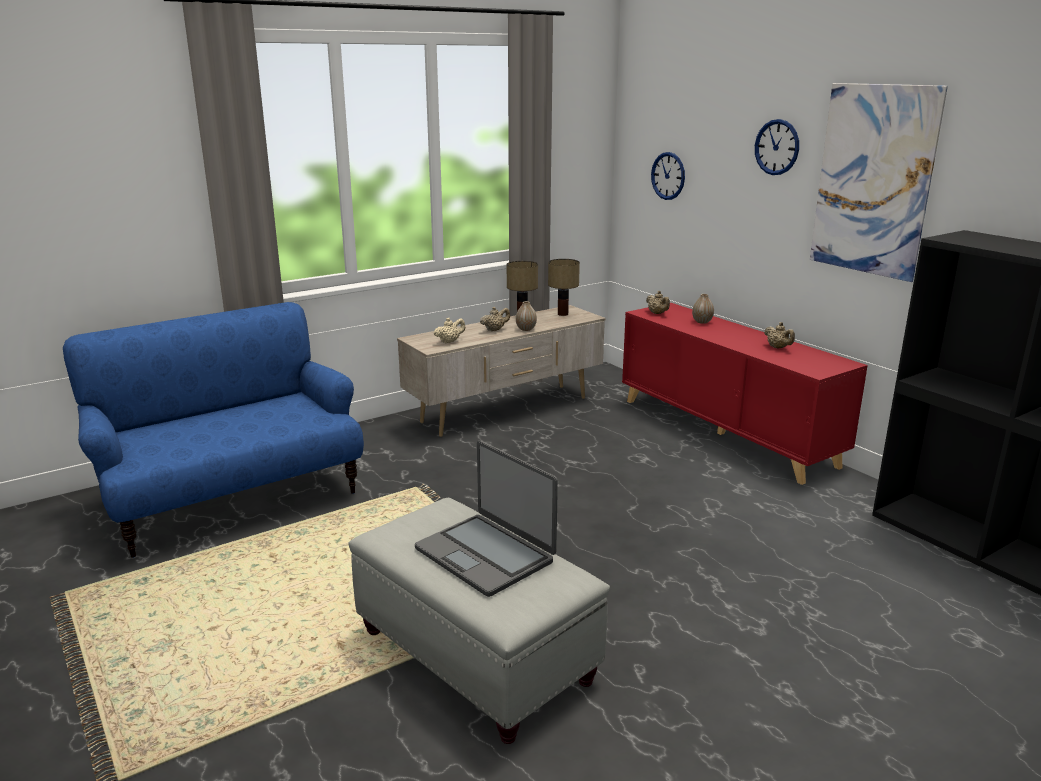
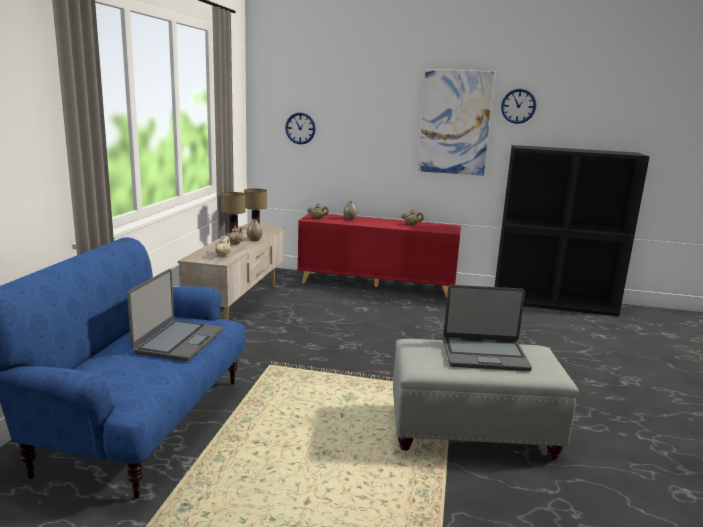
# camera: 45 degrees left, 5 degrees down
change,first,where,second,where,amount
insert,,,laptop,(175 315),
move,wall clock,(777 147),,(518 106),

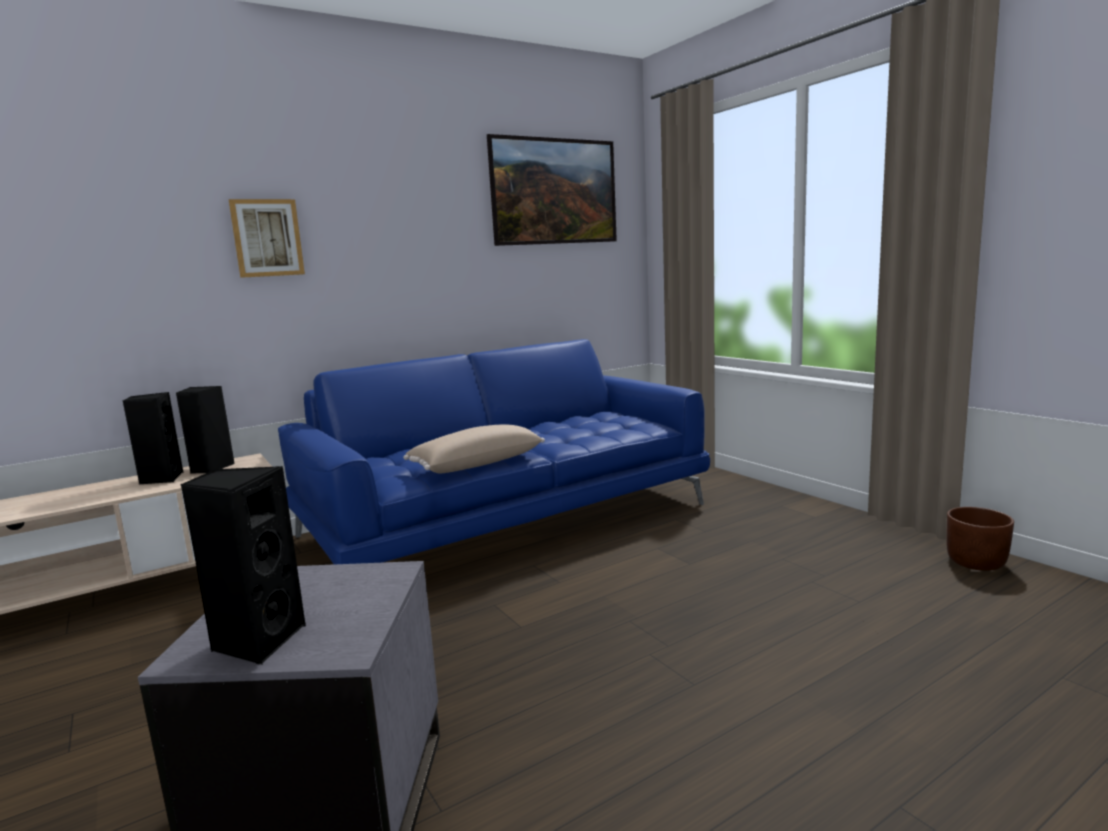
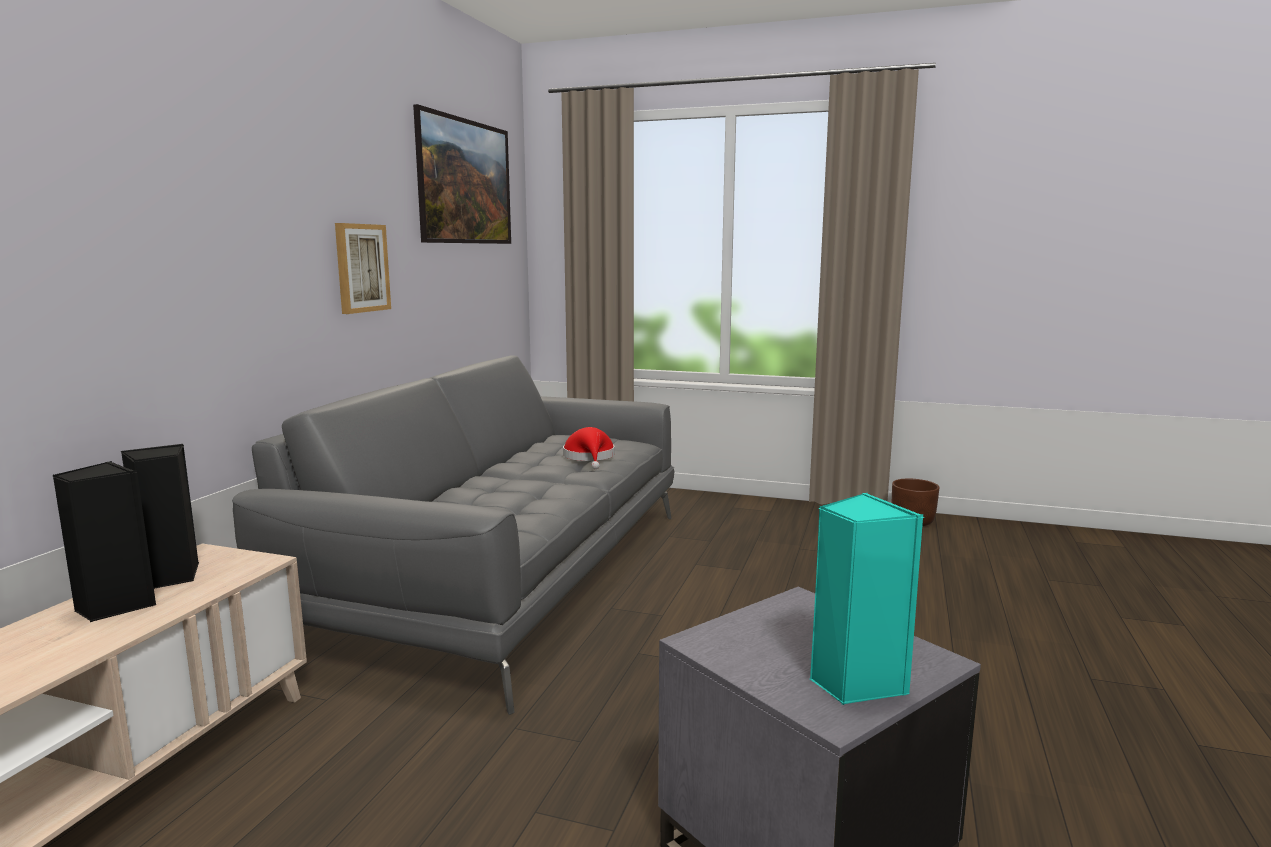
# camera: 40 degrees left, 0 degrees up
change,first,where,second,where,amount
delete,beige pillow,(474 449),,,
insert,,,red hat,(589 448),
move,picture,(267 238),,(363 268),
recolor,black speaker,(243 565),turquoise speaker,(867 599),
recolor,blue sofa,(494 451),grey sofa,(453 535),

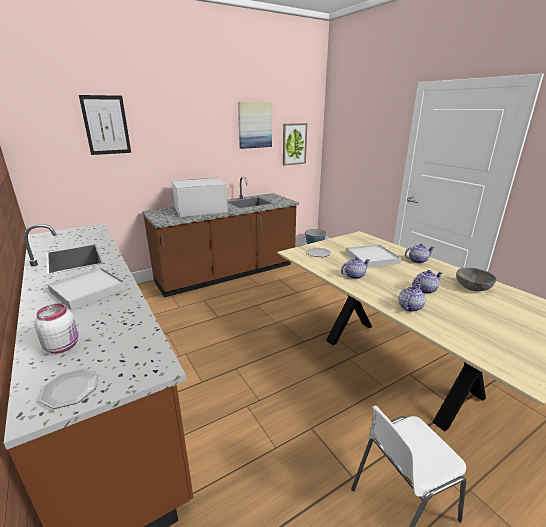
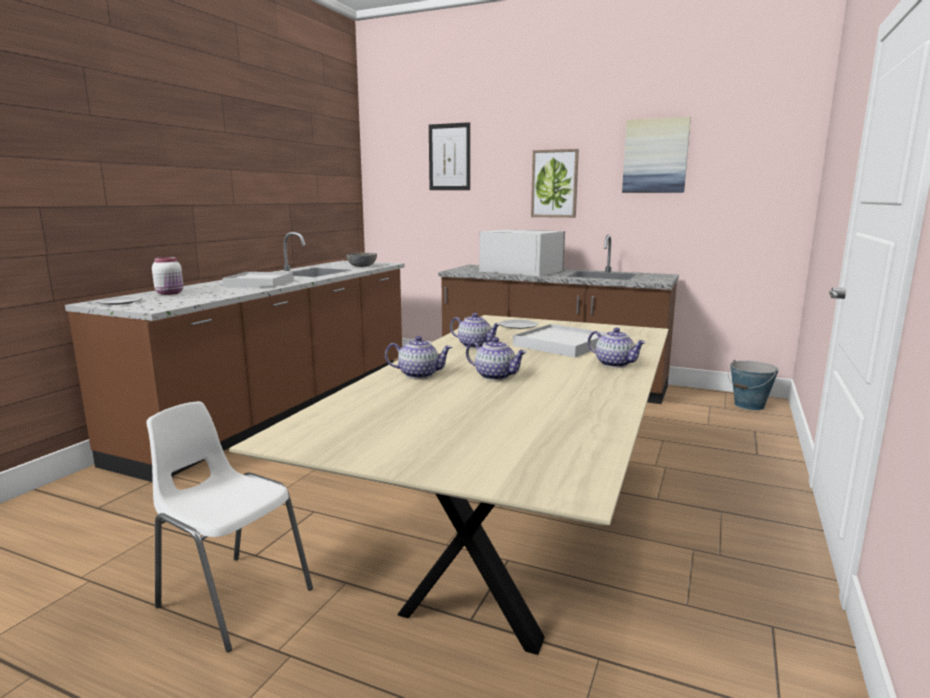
# camera: 55 degrees right, 10 degrees down
change,first,where,second,where,amount
move,picture,(295 144),,(555 183),
move,grey bowl,(476 279),,(361 260),

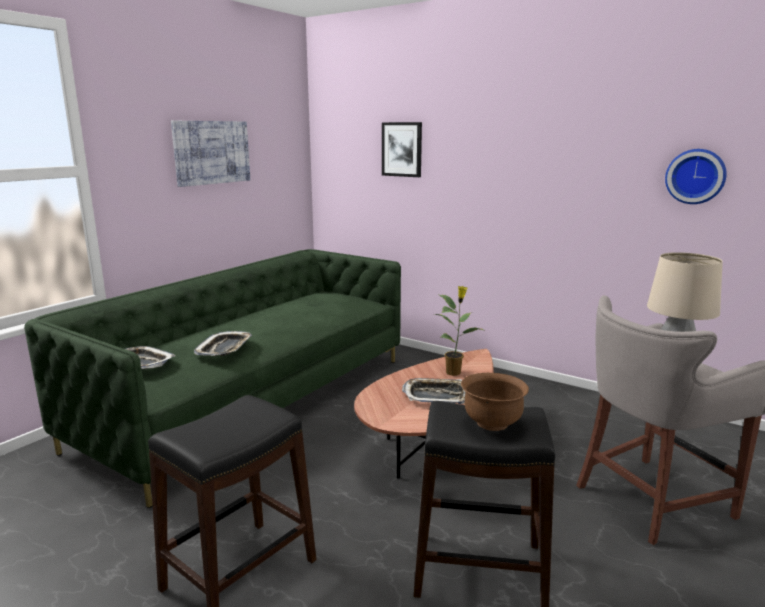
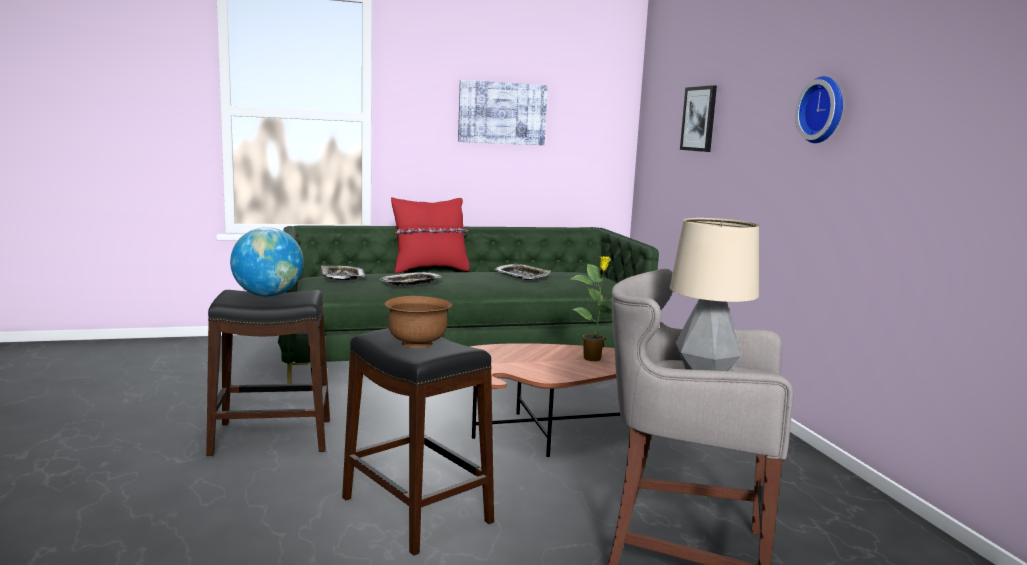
# camera: 40 degrees right, 5 degrees down
change,first,where,second,where,amount
insert,,,globe,(267 262),
insert,,,red pillow,(430 235),
move,tray,(434 391),,(523 272),
move,wall clock,(696 176),,(819 109),

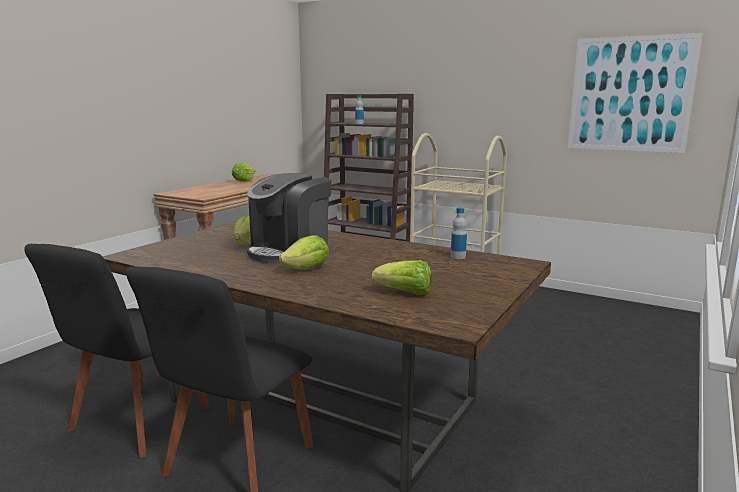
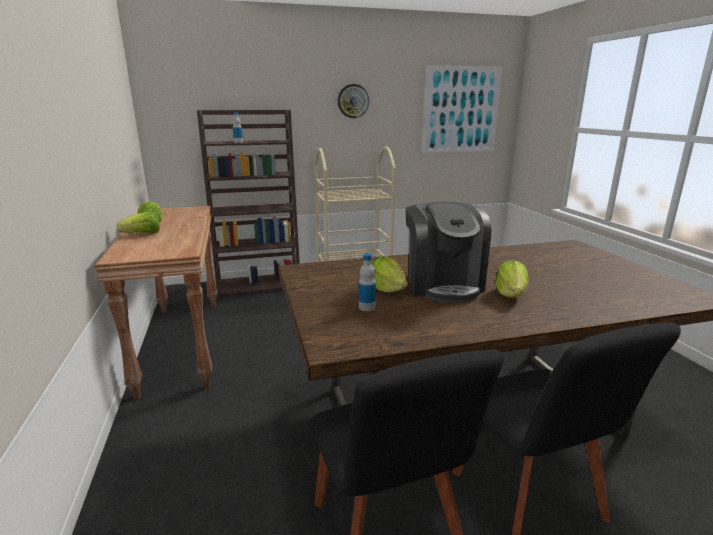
# camera: 45 degrees left, 5 degrees up
change,first,where,second,where,amount
insert,,,wall clock,(353 101),
move,lettuce,(401 277),,(138 222),
move,bottle,(459 233),,(367 282),

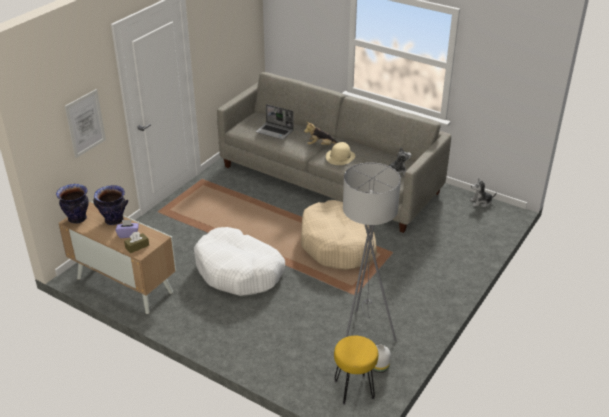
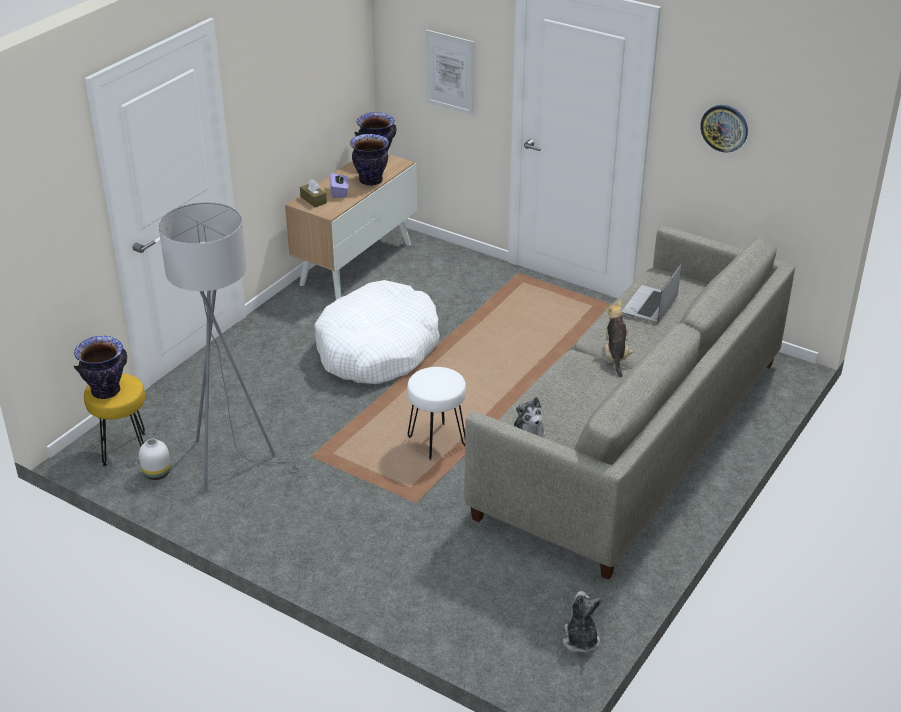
# camera: 90 degrees right, 0 degrees up
change,first,where,second,where,amount
delete,beige hat,(340 153),,,
insert,,,vase,(100 367),
insert,,,wall clock,(724 129),
replace,beige dog bed,(339 235),white stool,(436 413),

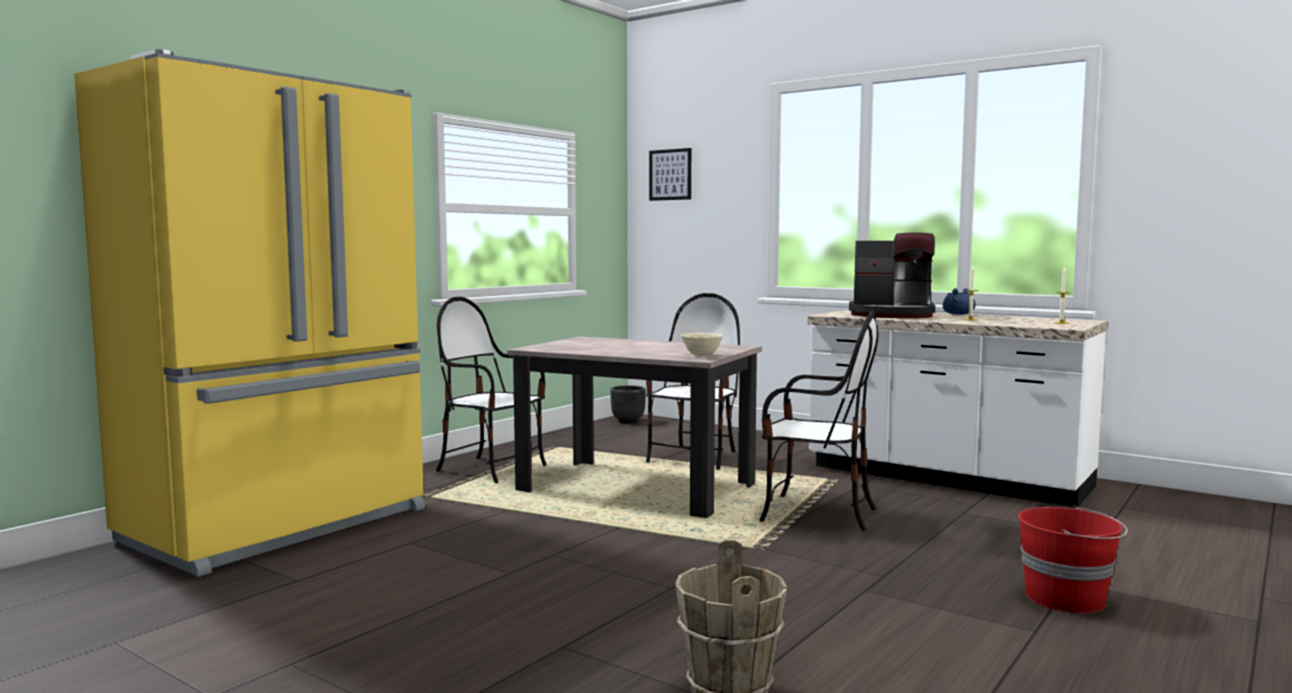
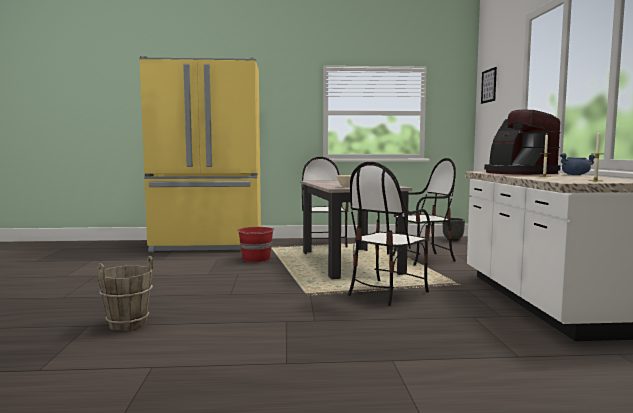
# camera: 50 degrees right, 0 degrees up
change,first,where,second,where,amount
move,red bucket,(1073 559),,(256 244),
rotate,chair,(818 421),,(389 234),60 degrees clockwise

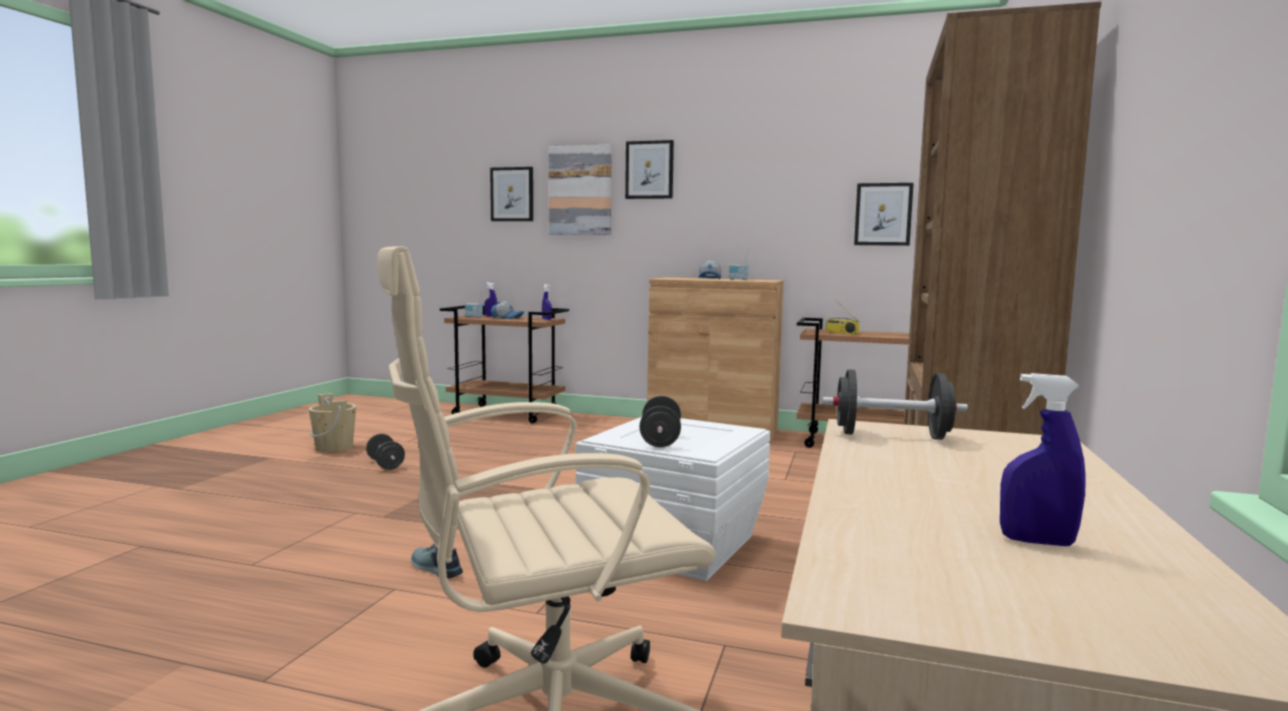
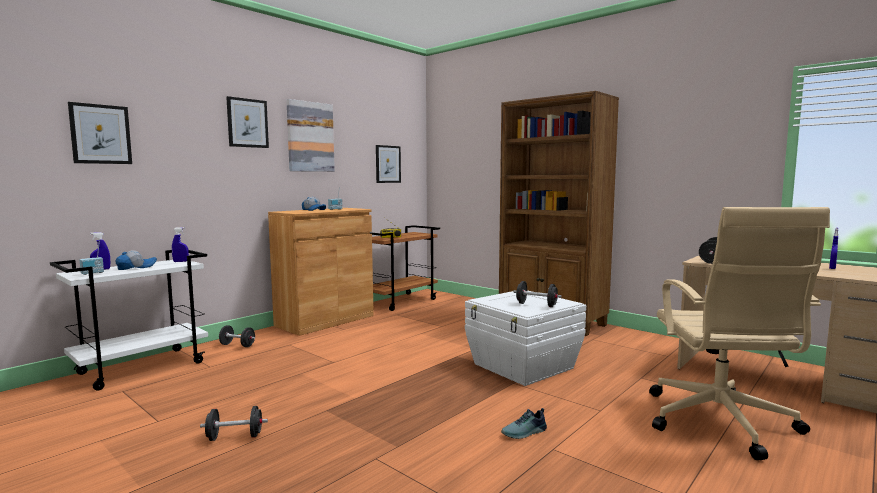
# camera: 65 degrees left, 0 degrees up
change,first,where,second,where,amount
delete,beige bucket,(332 422),,,
insert,,,black dumbbell,(237 336),
move,picture,(580 190),,(310 135),
recolor,brown cart,(504 365),white cart,(129 320),

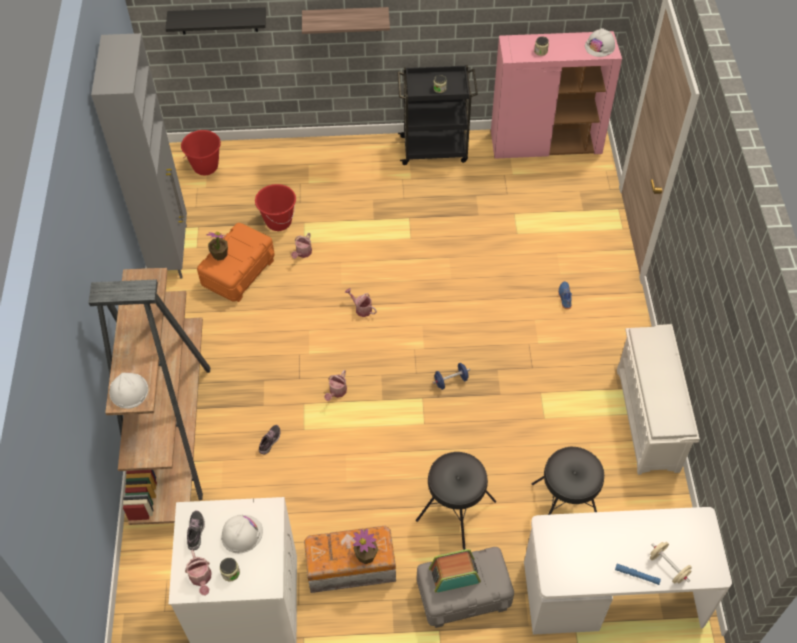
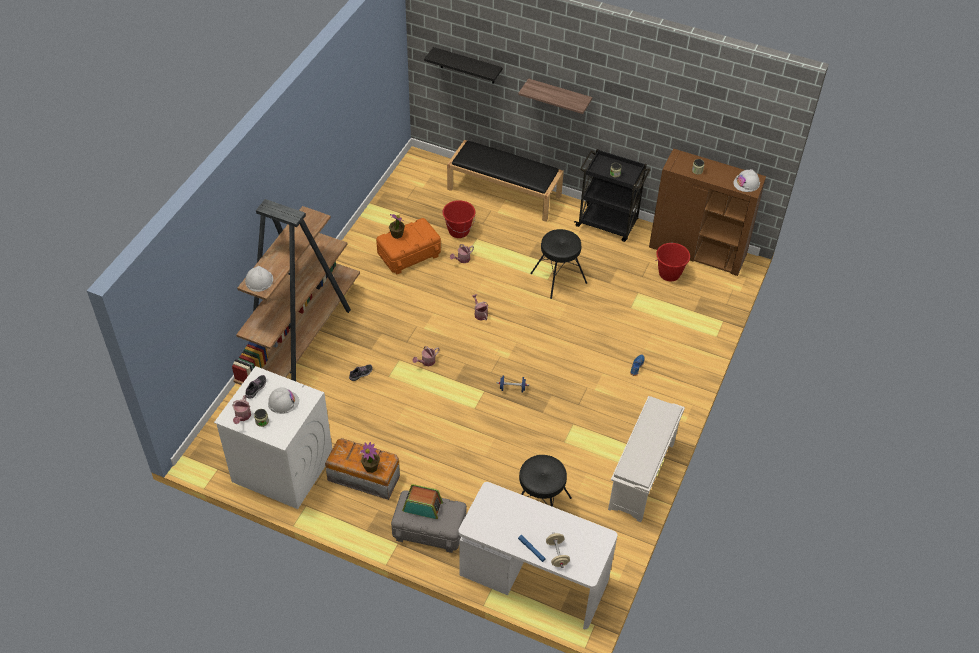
# camera: 25 degrees right, 5 degrees down
change,first,where,second,where,amount
delete,grey cabinet,(139 155),,,
insert,,,black bench,(505 181),
move,red bucket,(201 152),,(672 262),
move,black stool,(456 501),,(558 264),
recolor,pink cabinet,(556 95),brown cabinet,(707 212),

